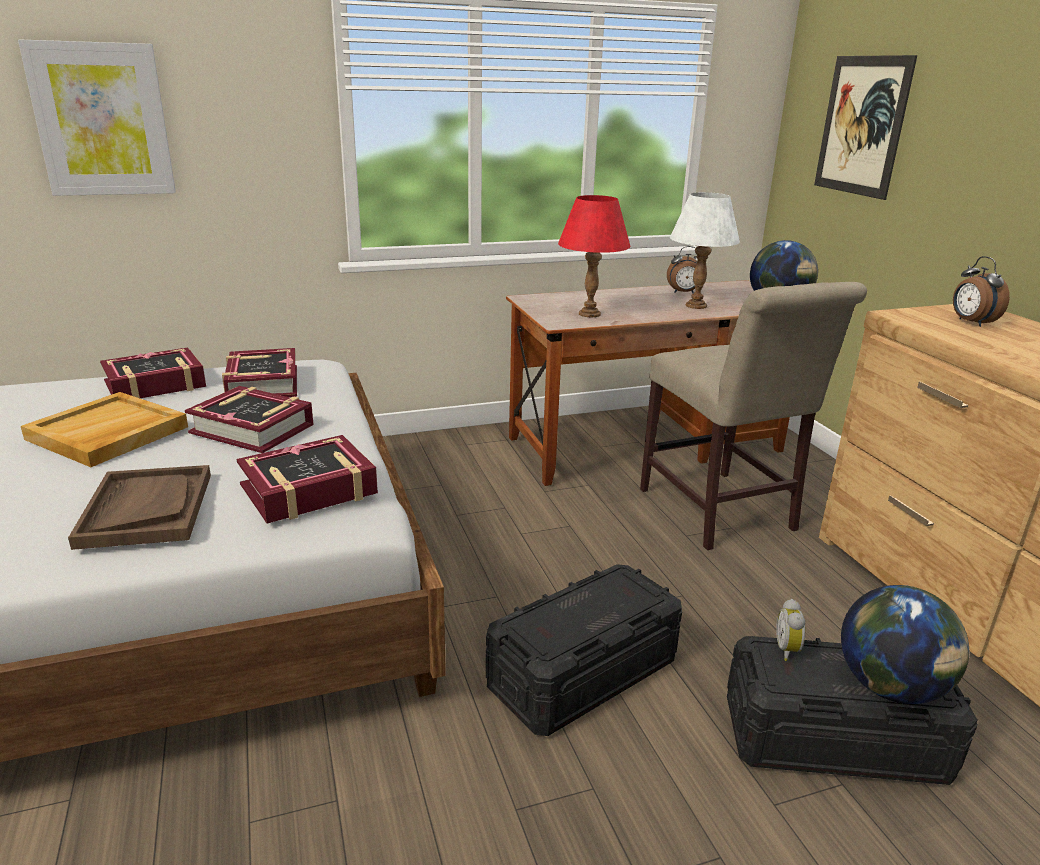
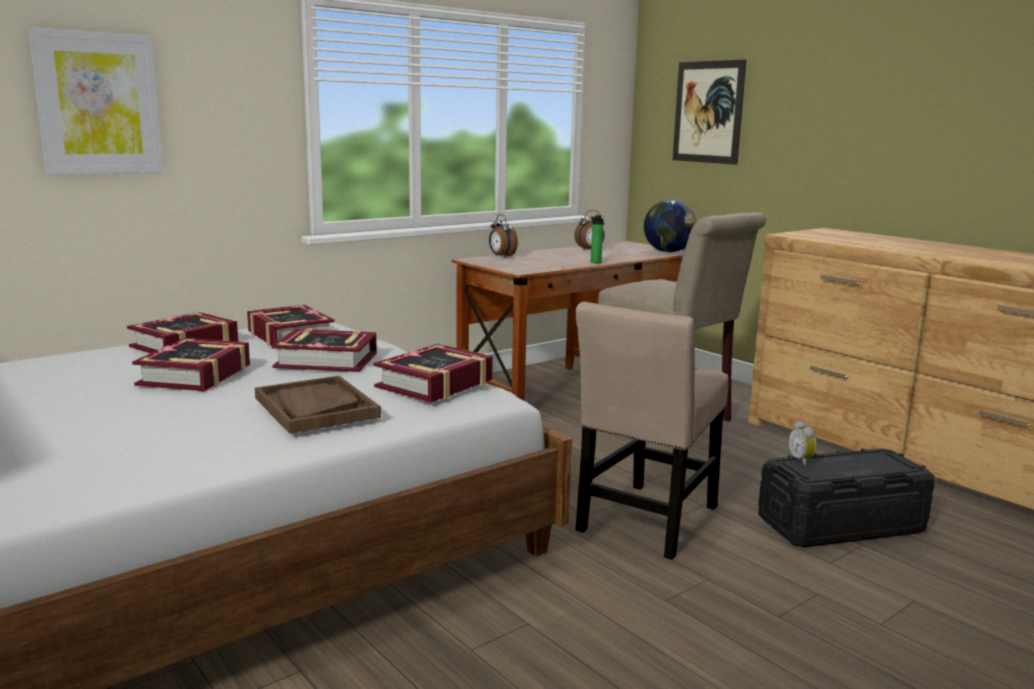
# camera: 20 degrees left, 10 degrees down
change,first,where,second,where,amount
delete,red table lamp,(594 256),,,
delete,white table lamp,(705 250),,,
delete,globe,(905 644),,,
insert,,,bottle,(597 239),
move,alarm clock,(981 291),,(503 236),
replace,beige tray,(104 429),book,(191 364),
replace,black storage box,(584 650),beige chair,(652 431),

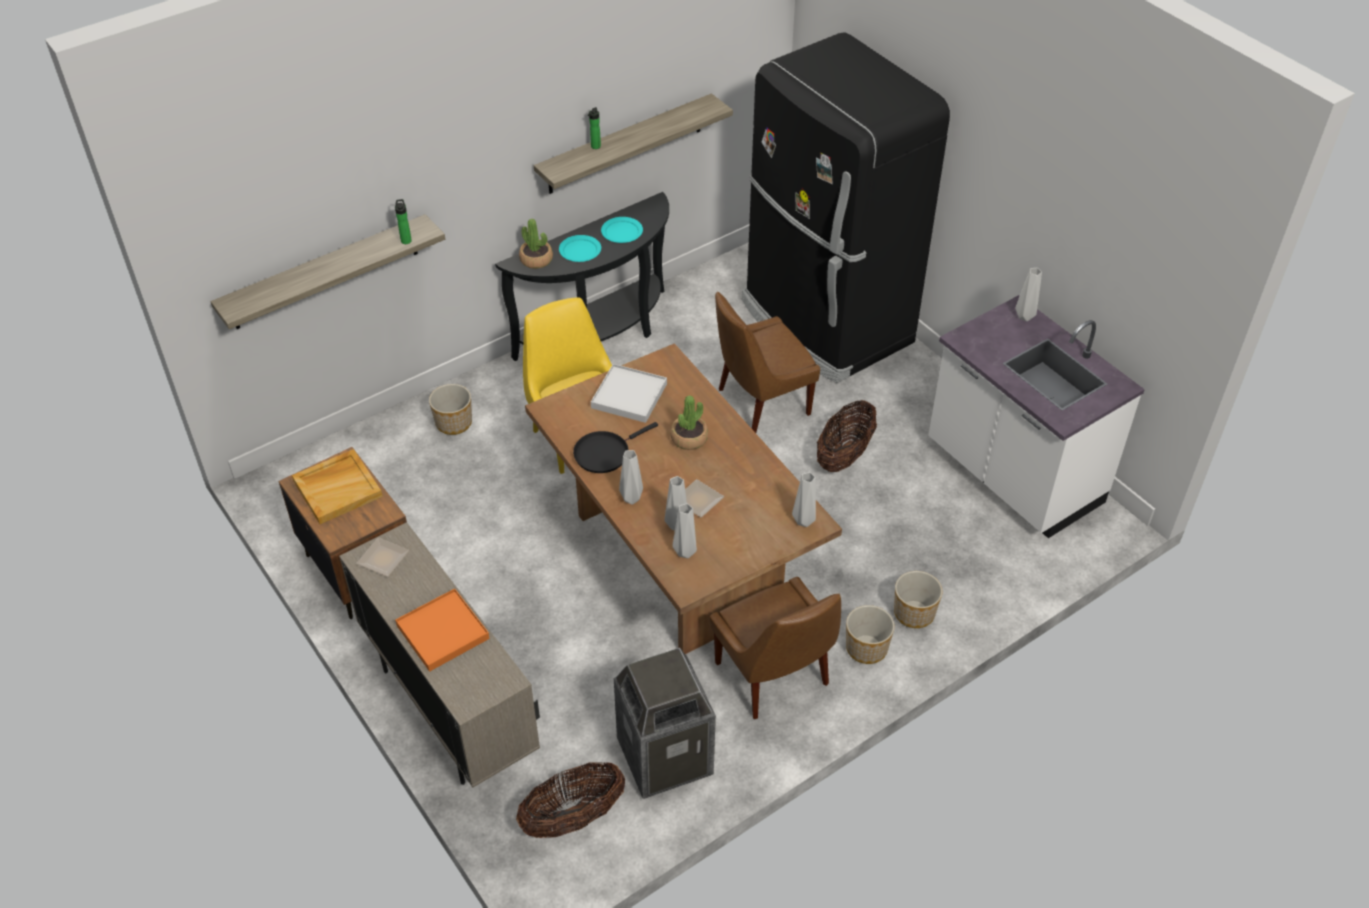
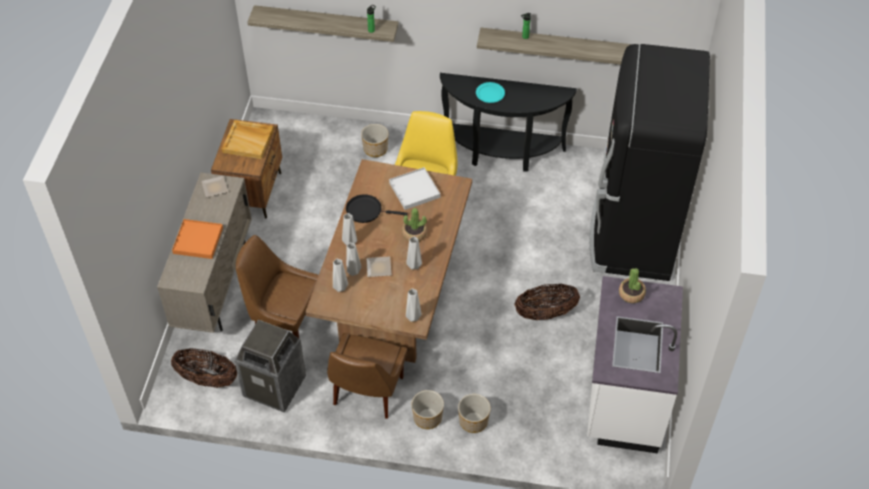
# camera: 45 degrees right, 5 degrees up
change,first,where,second,where,amount
delete,turquoise plate,(622 230),,,
move,potted plant,(536 244),,(632 285),
move,brown chair,(767 362),,(277 286),
move,grey vase,(1028 294),,(414 253),

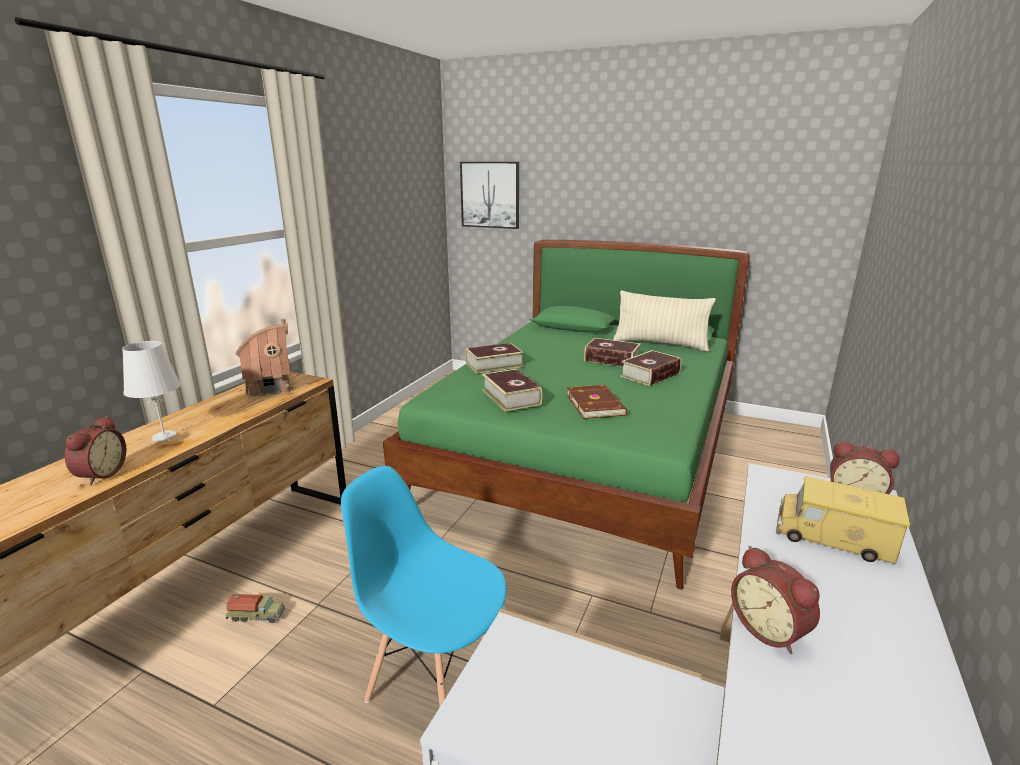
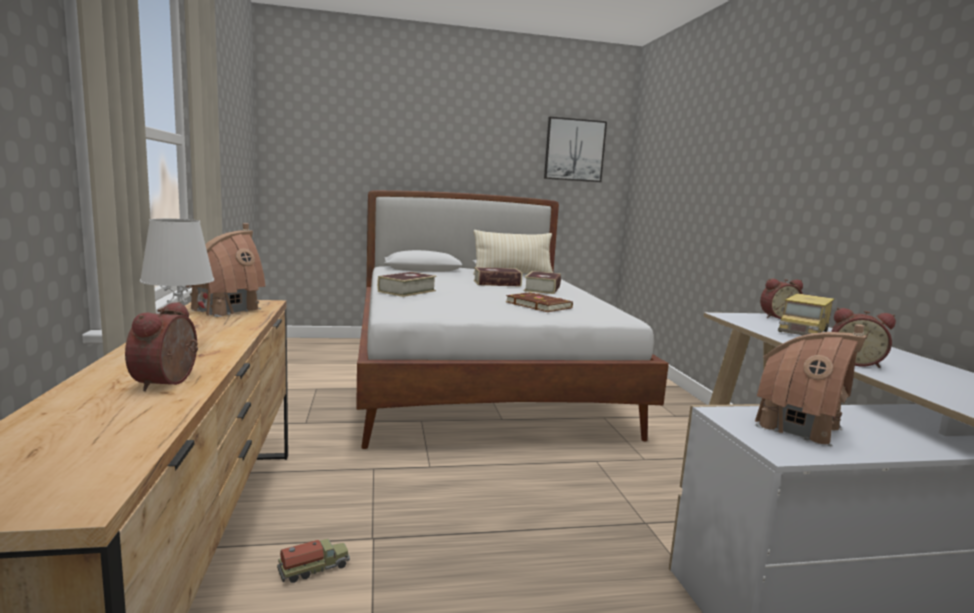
# camera: 35 degrees left, 10 degrees down
change,first,where,second,where,amount
delete,blue chair,(424 586),,,
delete,book,(512 390),,,
insert,,,toy house,(811 385),
move,picture,(489 195),,(575 149),
recolor,green bed,(566 414),white bed,(512 319),
rotate,alarm clock,(95 450),,(161 346),150 degrees counterclockwise
rotate,toy truck,(843 520),,(806 314),45 degrees counterclockwise

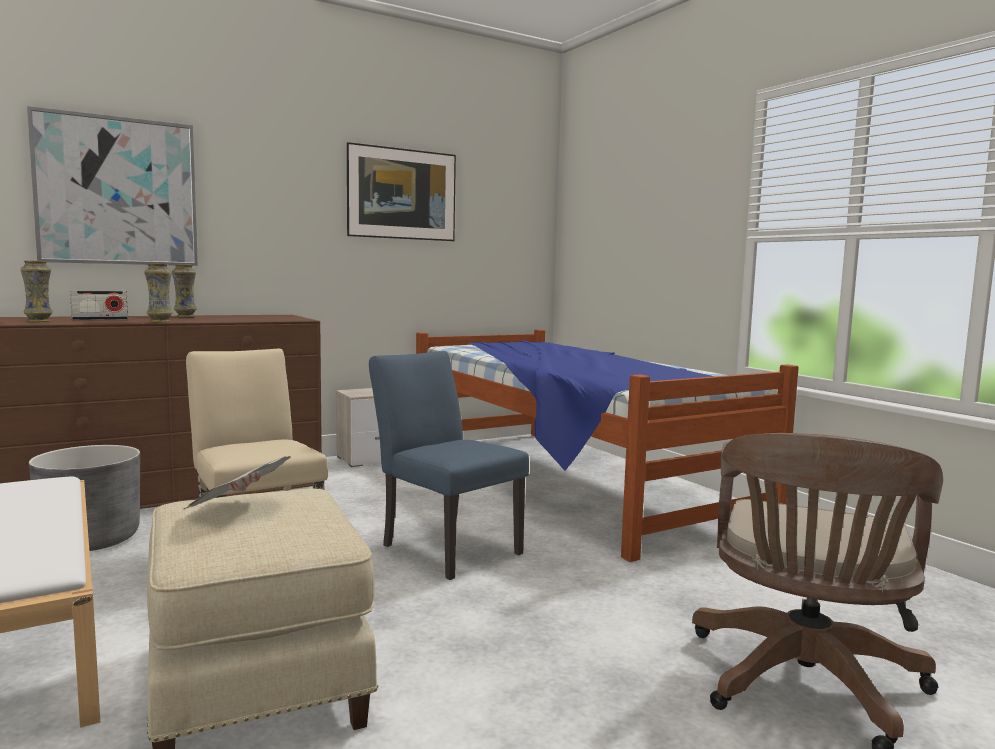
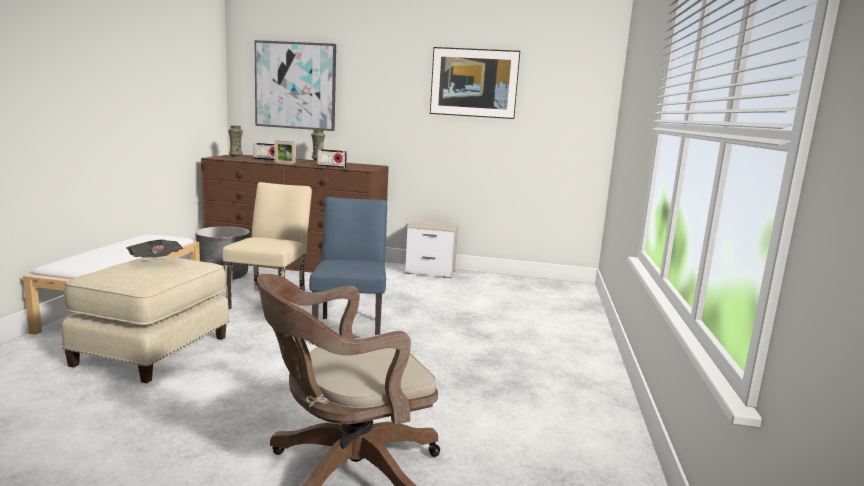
# camera: 40 degrees right, 5 degrees up
change,first,where,second,where,amount
delete,bed,(607 446),,,
insert,,,radio,(332 158),
replace,vase,(158 293),picture frame,(285 152),

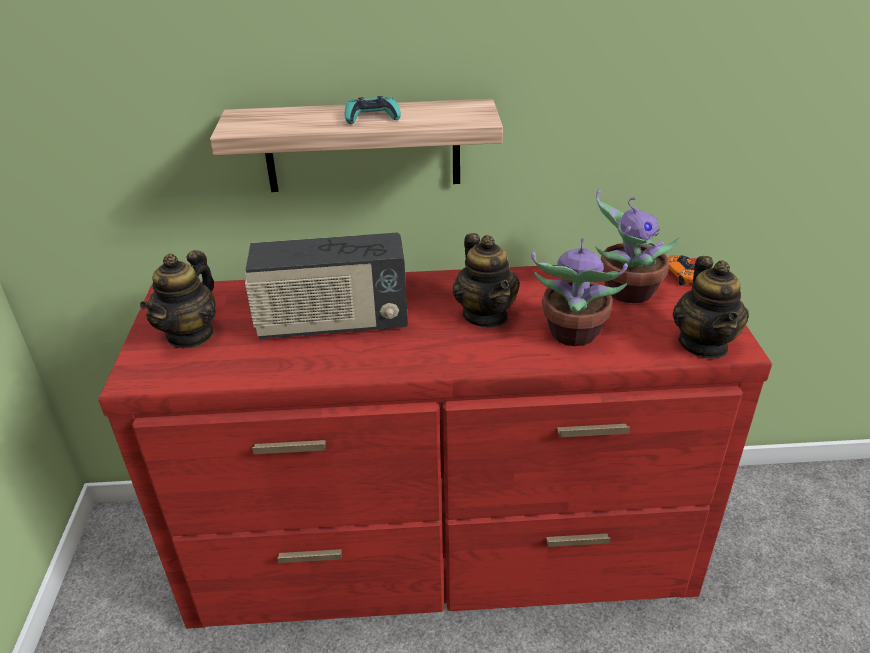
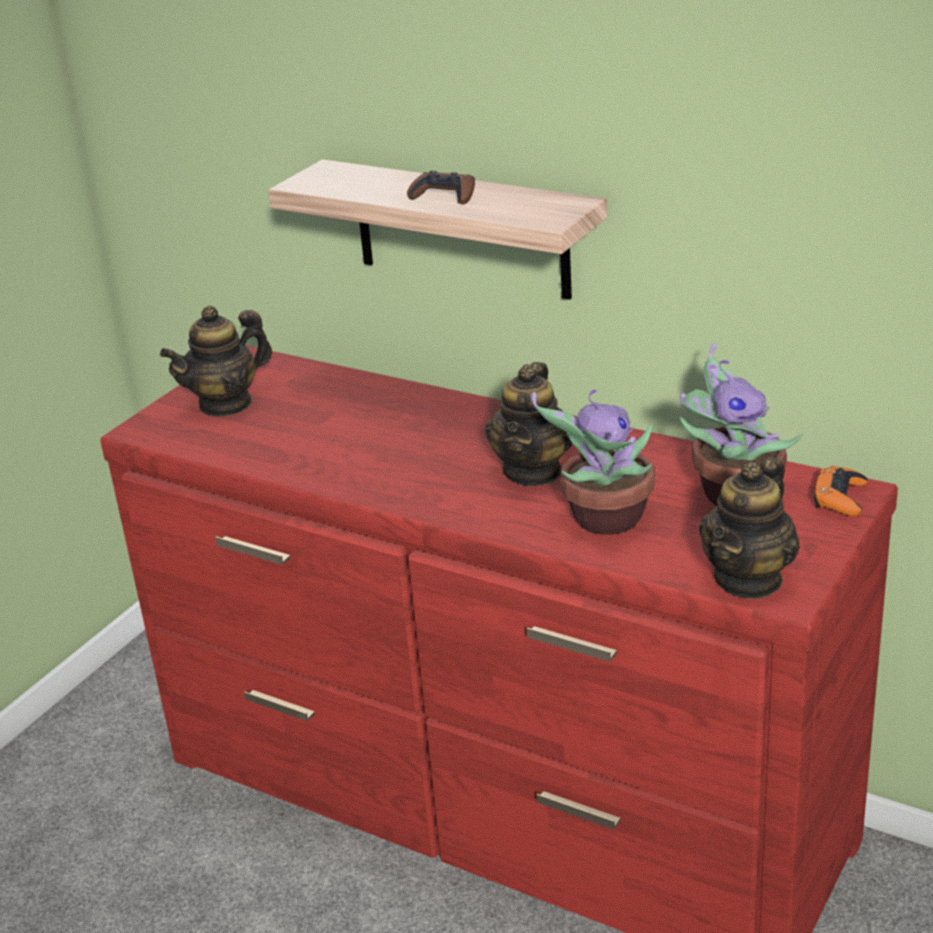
# camera: 35 degrees right, 5 degrees down
change,first,where,second,where,amount
delete,radio,(326 286),,,
recolor,turquoise game controller,(373 110),brown game controller,(441 187),

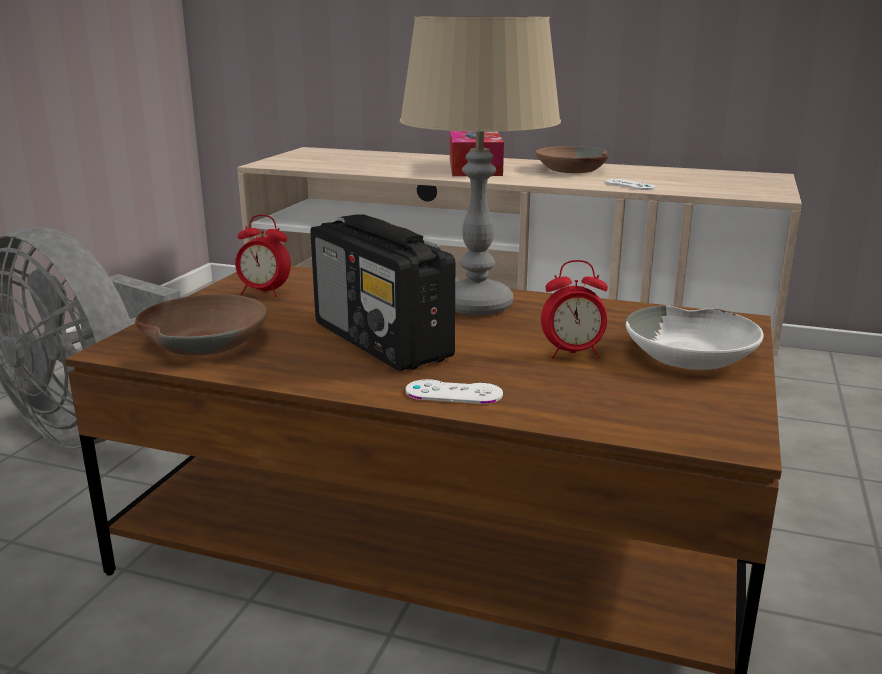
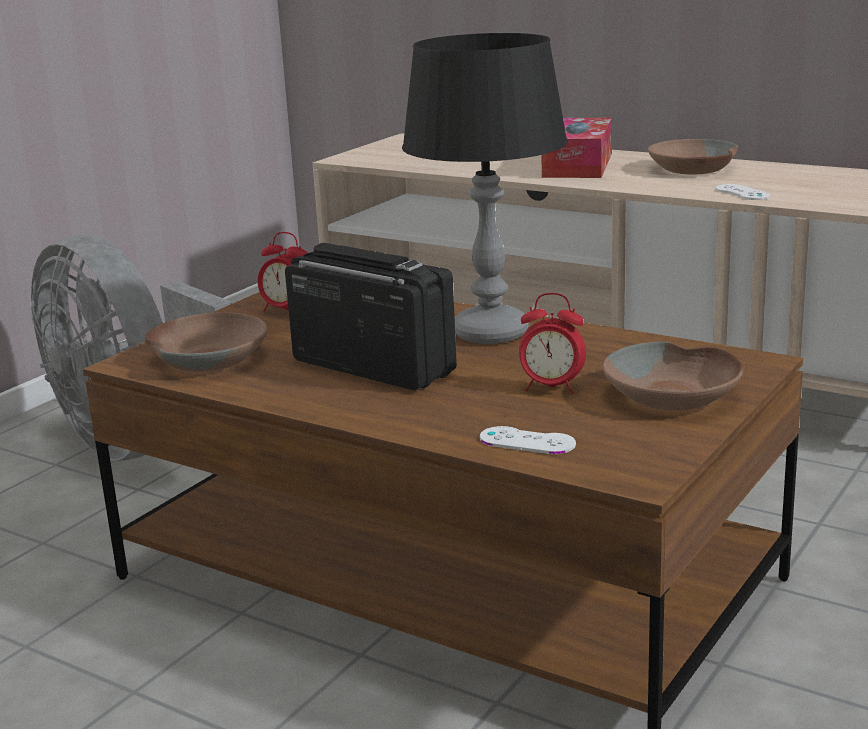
# camera: 15 degrees right, 0 degrees up
change,first,where,second,where,amount
move,white game controller,(454 391),,(528 440),
recolor,beige table lamp,(480 166),black table lamp,(485 188),
recolor,white bowl,(694 337),brown bowl,(673 376),
rotate,radio,(382 292),,(371 316),150 degrees clockwise

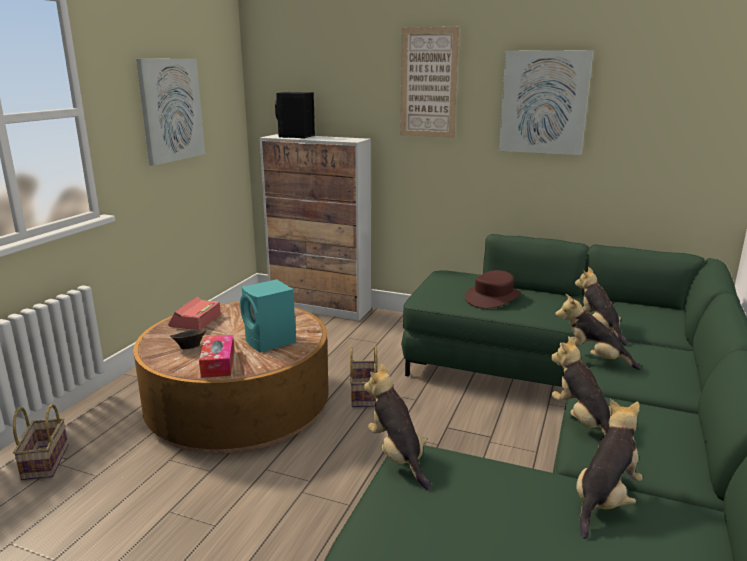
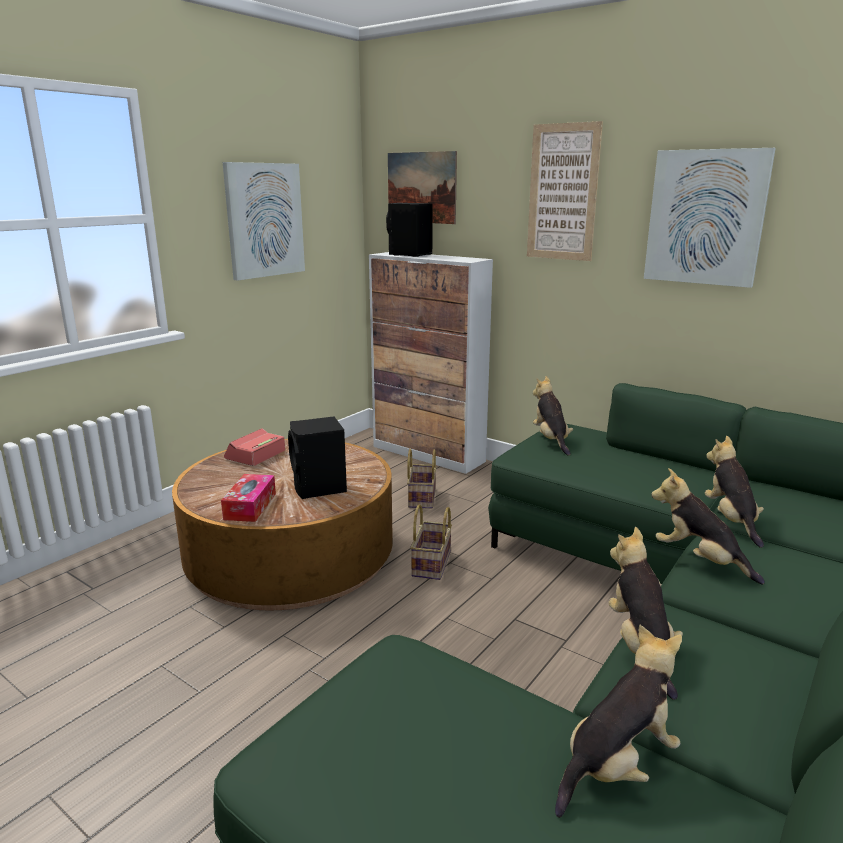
# camera: 15 degrees right, 0 degrees up
change,first,where,second,where,amount
delete,brown bowl,(188 339),,,
delete,brown hat,(493 289),,,
insert,,,picture,(422 187),
move,basket,(41 442),,(422 479),
move,plush toy,(397 426),,(553 416),
recolor,turquoise speaker,(268 315),black speaker,(317 458),

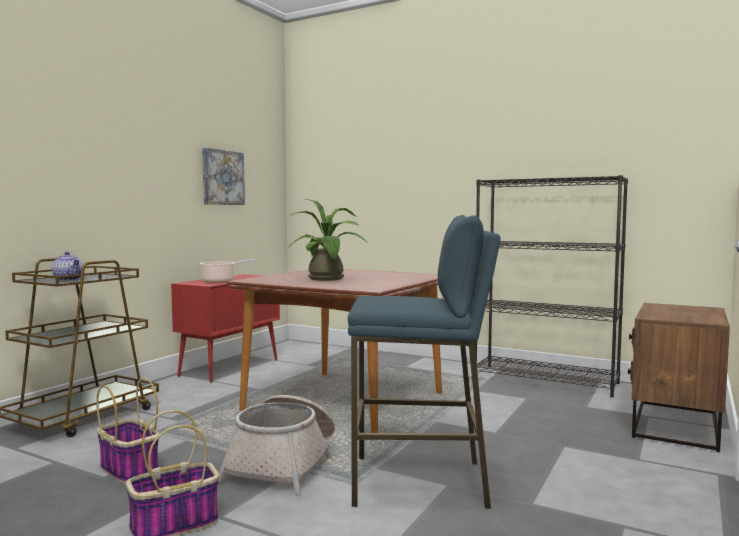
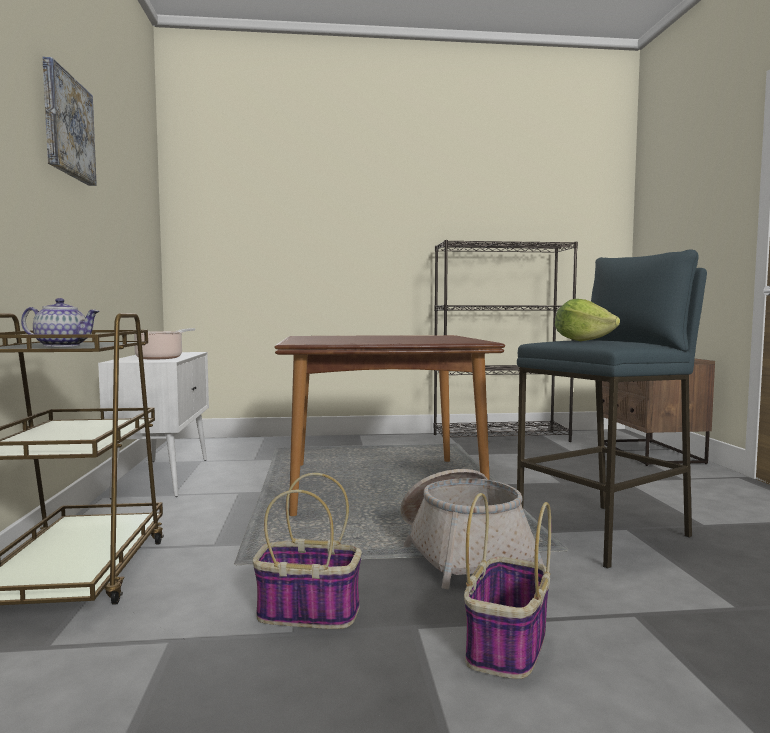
# camera: 35 degrees left, 0 degrees up
change,first,where,second,where,amount
delete,potted plant,(328 240),,,
insert,,,lettuce,(587 320),
move,picture,(223 176),,(69 121),
recolor,red cabinet,(225 328),white cabinet,(153 425),

